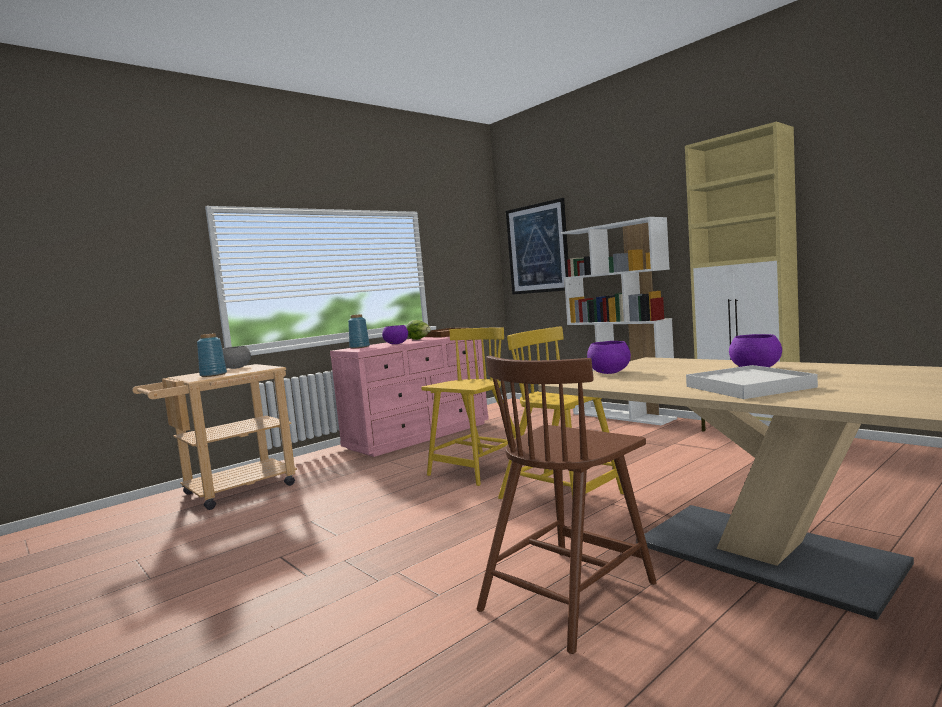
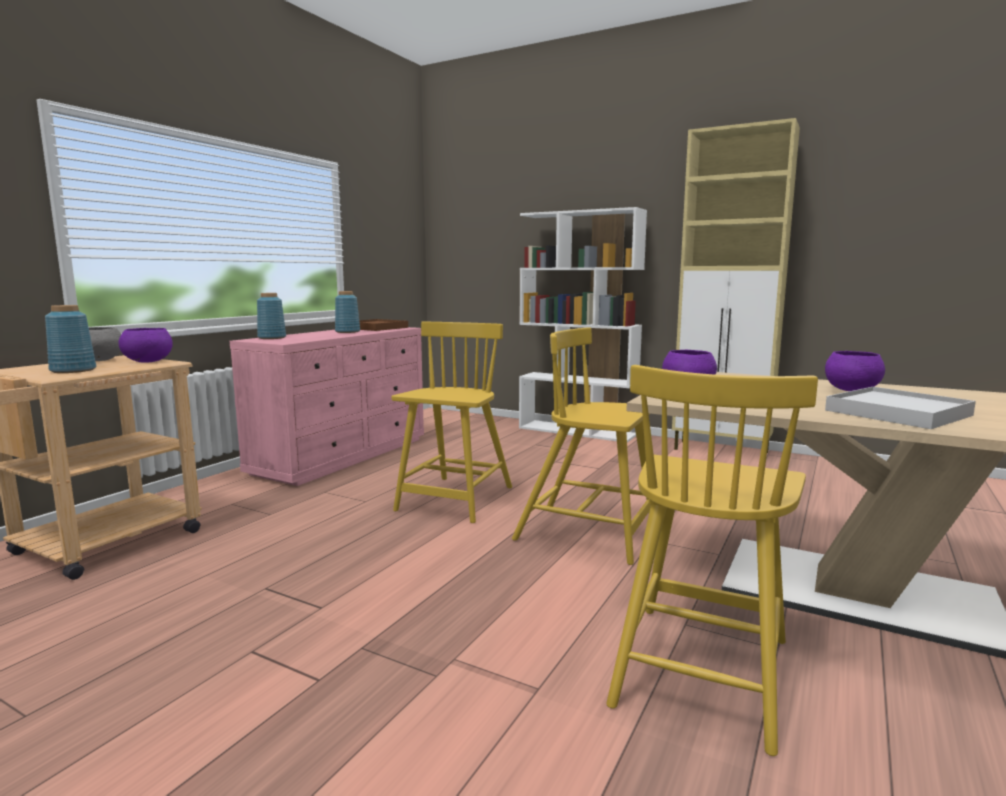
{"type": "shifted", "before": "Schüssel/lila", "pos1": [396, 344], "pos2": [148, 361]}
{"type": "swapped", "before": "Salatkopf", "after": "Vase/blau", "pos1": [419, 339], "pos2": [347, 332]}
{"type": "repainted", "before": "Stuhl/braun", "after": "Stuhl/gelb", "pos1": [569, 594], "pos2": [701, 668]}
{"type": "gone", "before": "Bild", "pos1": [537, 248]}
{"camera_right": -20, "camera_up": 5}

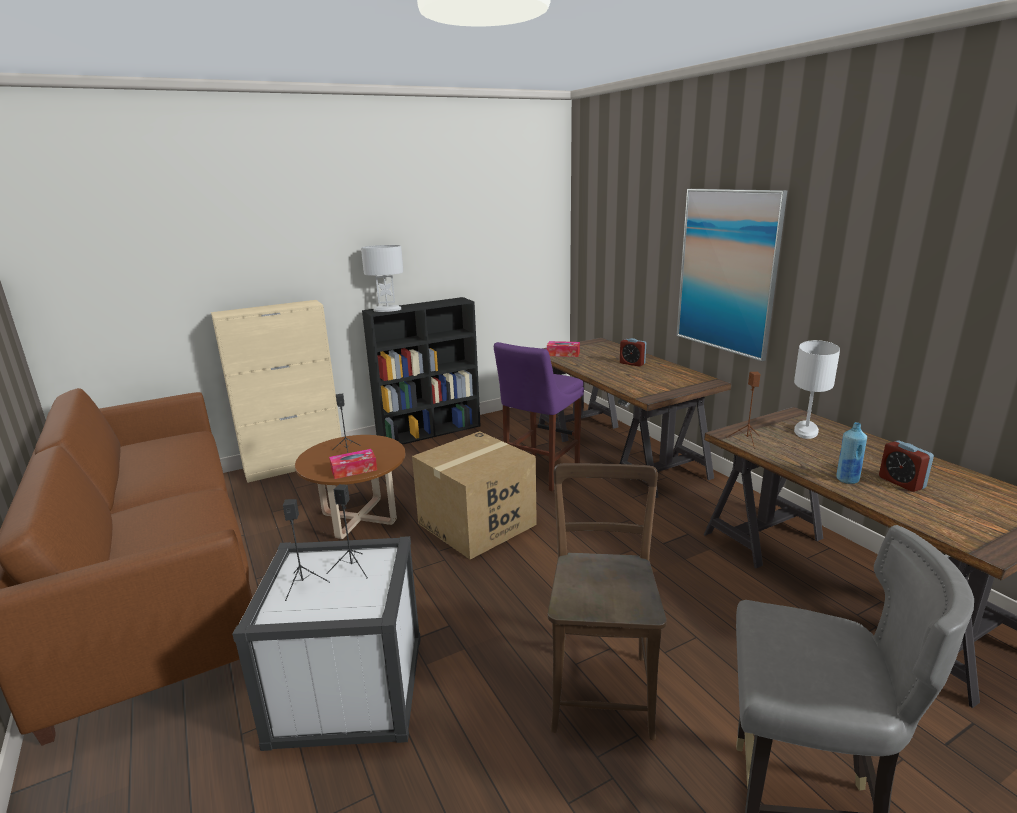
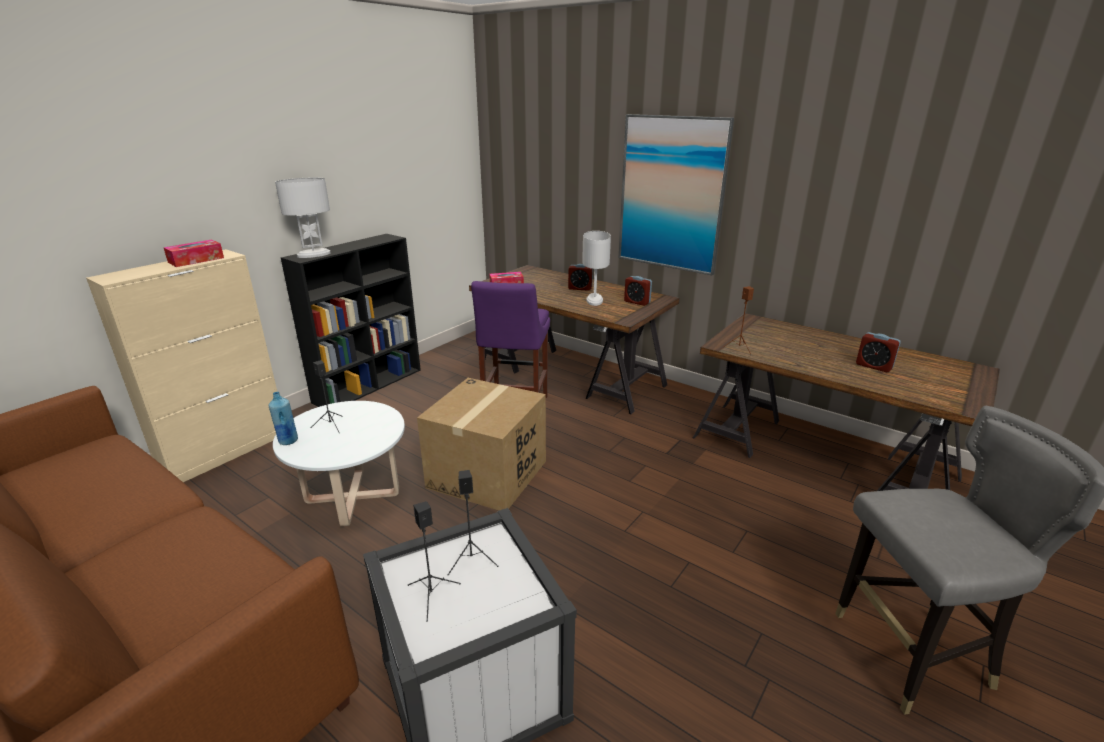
{"type": "repainted", "before": "Couchtisch/braun", "after": "Couchtisch/weiß", "pos1": [359, 518], "pos2": [352, 497]}
{"type": "shifted", "before": "Taschentuchbox", "pos1": [354, 470], "pos2": [196, 260]}
{"type": "gone", "before": "Stuhl/braun", "pos1": [601, 686]}
{"type": "shifted", "before": "Tischlampe/weiß", "pos1": [805, 431], "pos2": [594, 300]}
{"type": "shifted", "before": "Flasche/blau", "pos1": [847, 479], "pos2": [288, 441]}
{"type": "new", "after": "Wecker", "pos2": [637, 302]}
{"camera_right": -25, "camera_up": 5}

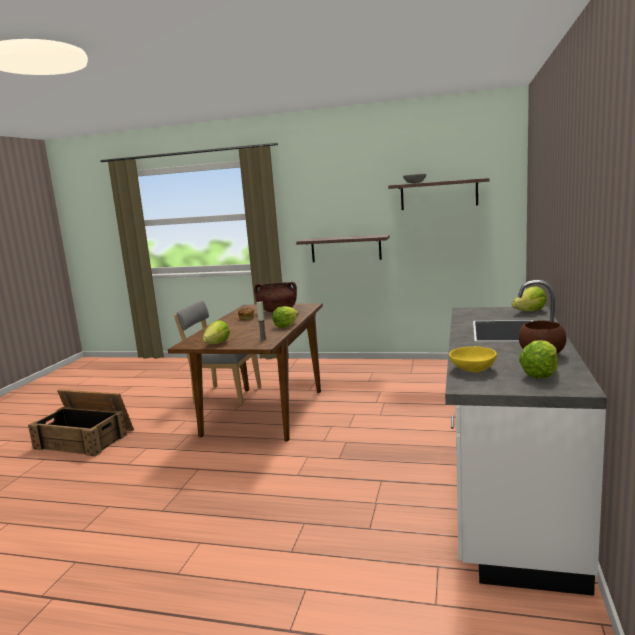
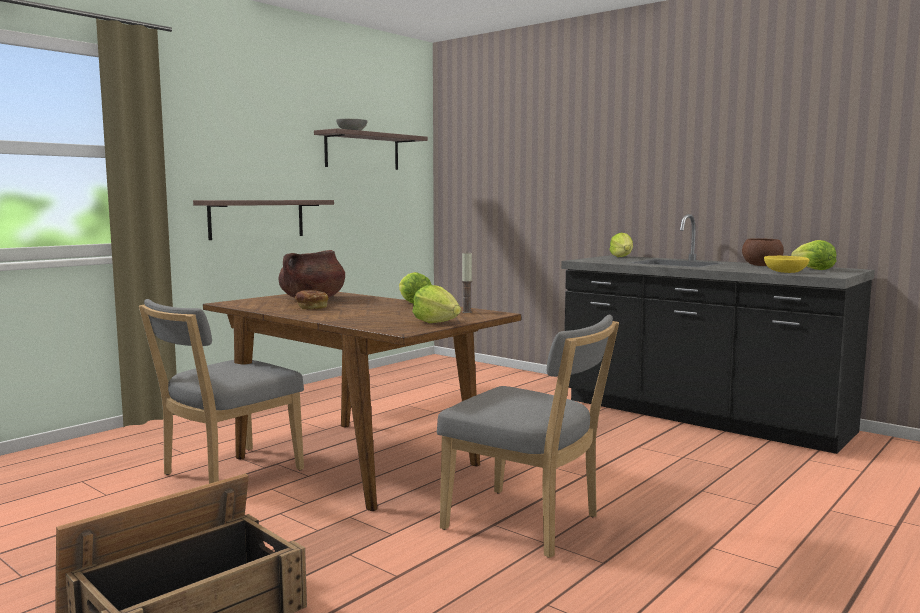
{"type": "repainted", "before": "Küchenzeile/weiß", "after": "Küchenzeile/schwarz", "pos1": [507, 491], "pos2": [700, 417]}
{"type": "new", "after": "Stuhl/grau", "pos2": [528, 524]}
{"camera_right": -65, "camera_up": -5}

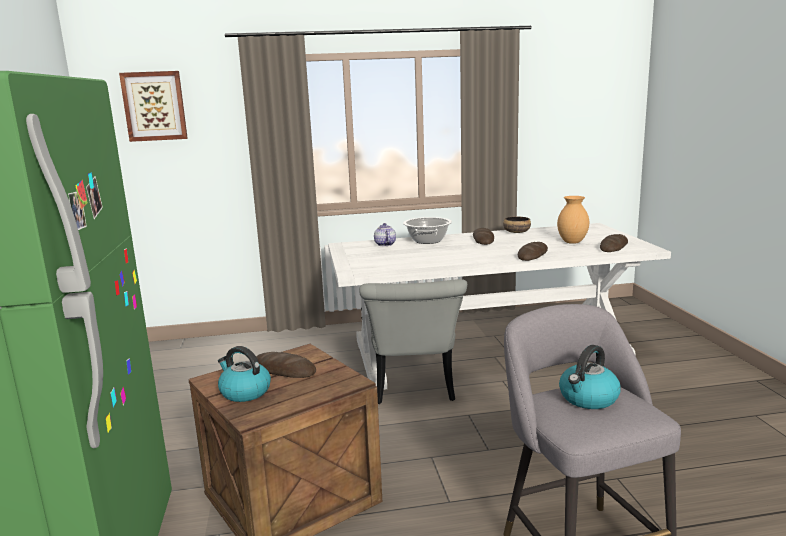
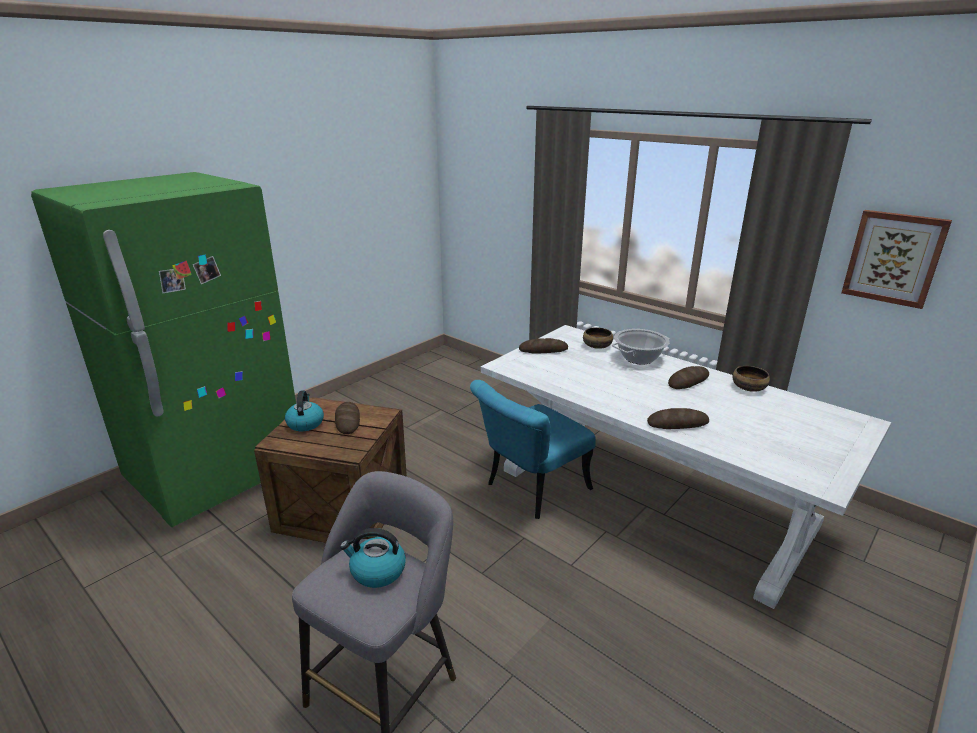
{"type": "shifted", "before": "Bild", "pos1": [154, 106], "pos2": [893, 258]}
{"type": "repainted", "before": "Stuhl/grau", "after": "Stuhl/türkis", "pos1": [414, 390], "pos2": [530, 490]}
{"type": "swapped", "before": "Teekanne", "after": "Schüssel", "pos1": [384, 244], "pos2": [596, 346]}
{"type": "gone", "before": "Vase/braun", "pos1": [573, 242]}
{"type": "shifted", "before": "Brot", "pos1": [613, 247], "pos2": [543, 350]}
{"camera_right": 50, "camera_up": 10}

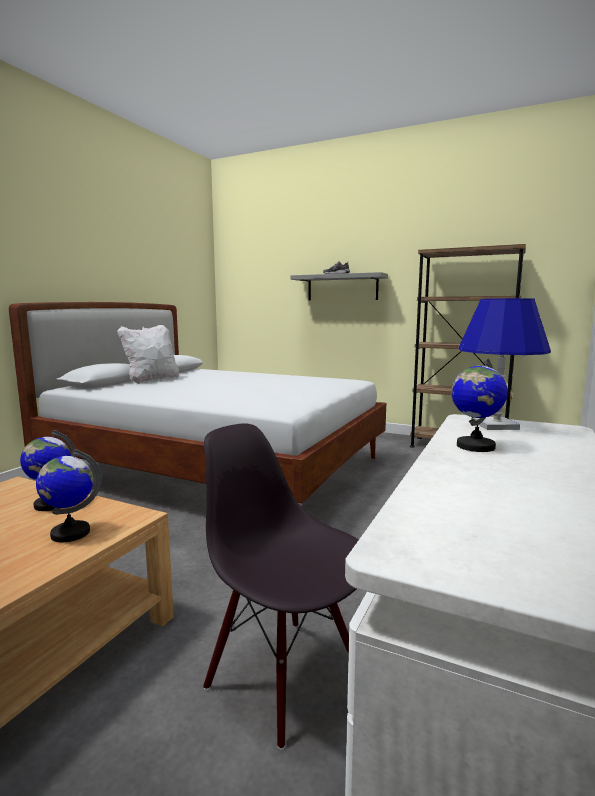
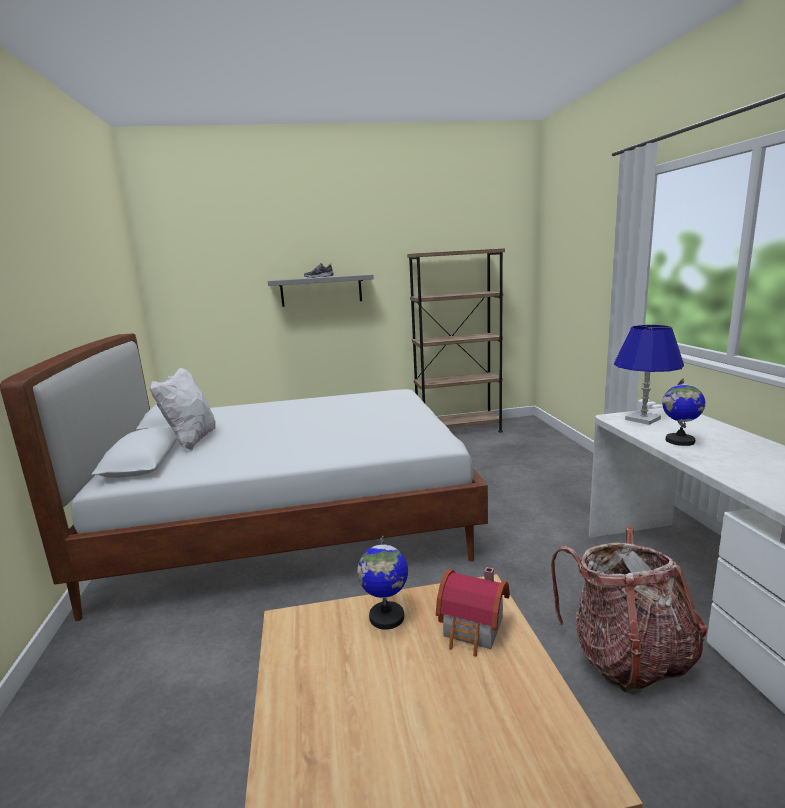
{"type": "swapped", "before": "Globus", "after": "Spielzeughaus", "pos1": [70, 533], "pos2": [474, 630]}
{"type": "swapped", "before": "Stuhl/schwarz", "after": "Rucksack", "pos1": [285, 677], "pos2": [626, 657]}
{"camera_right": -35, "camera_up": 5}

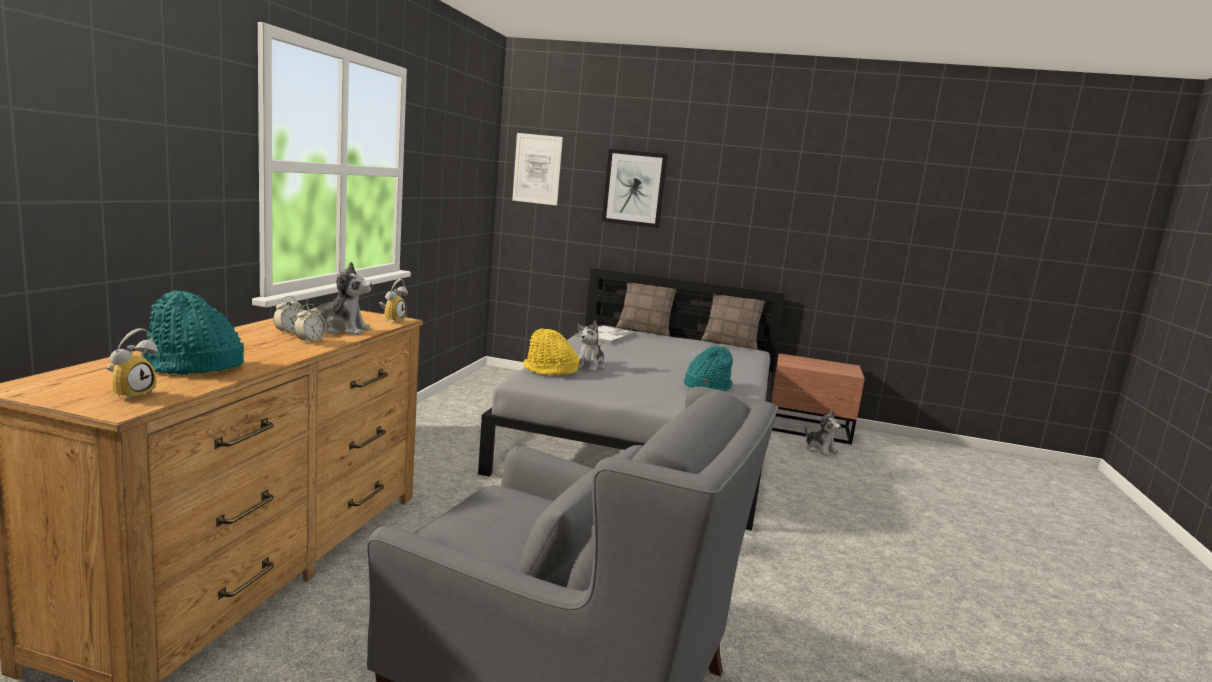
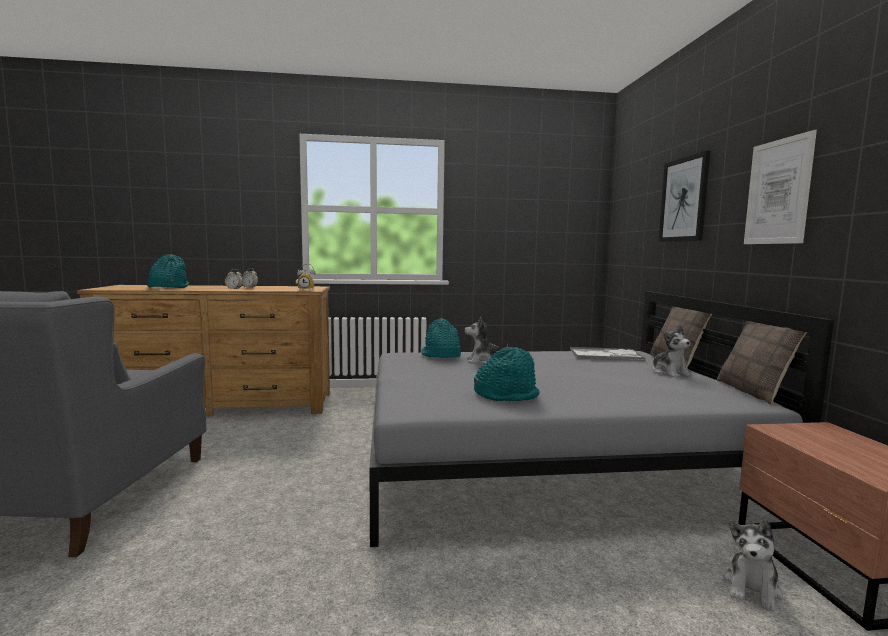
{"type": "gone", "before": "Wecker", "pos1": [131, 394]}
{"type": "shifted", "before": "Plüschtier", "pos1": [341, 329], "pos2": [670, 373]}
{"type": "shifted", "before": "Bild", "pos1": [537, 169], "pos2": [778, 192]}
{"type": "repainted", "before": "Hut/gelb", "after": "Hut/türkis", "pos1": [550, 370], "pos2": [441, 355]}
{"camera_right": 70, "camera_up": -5}

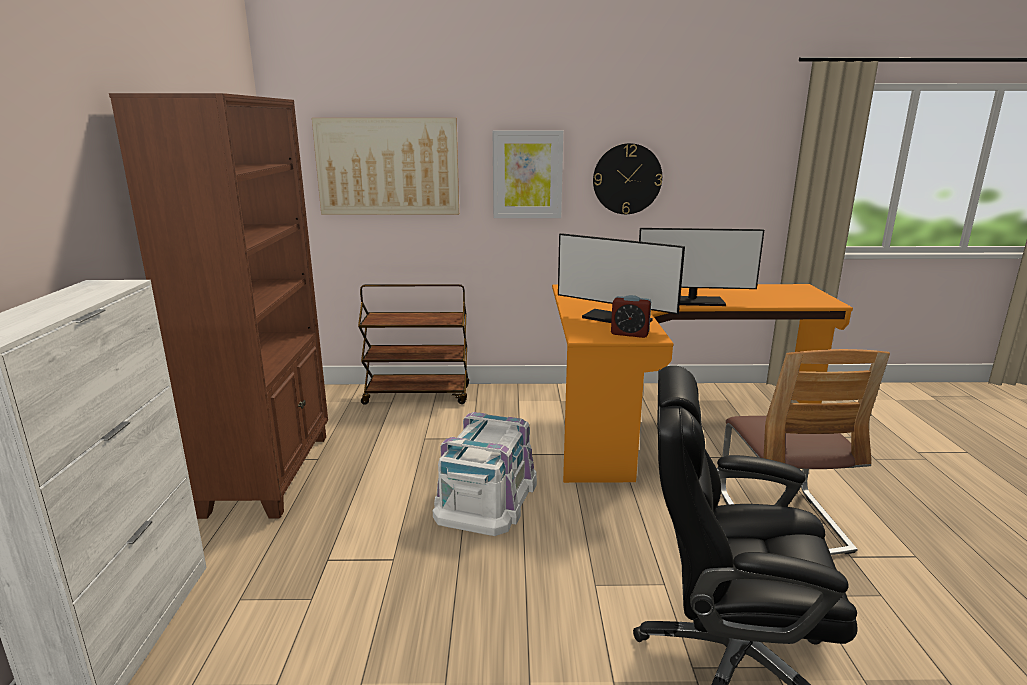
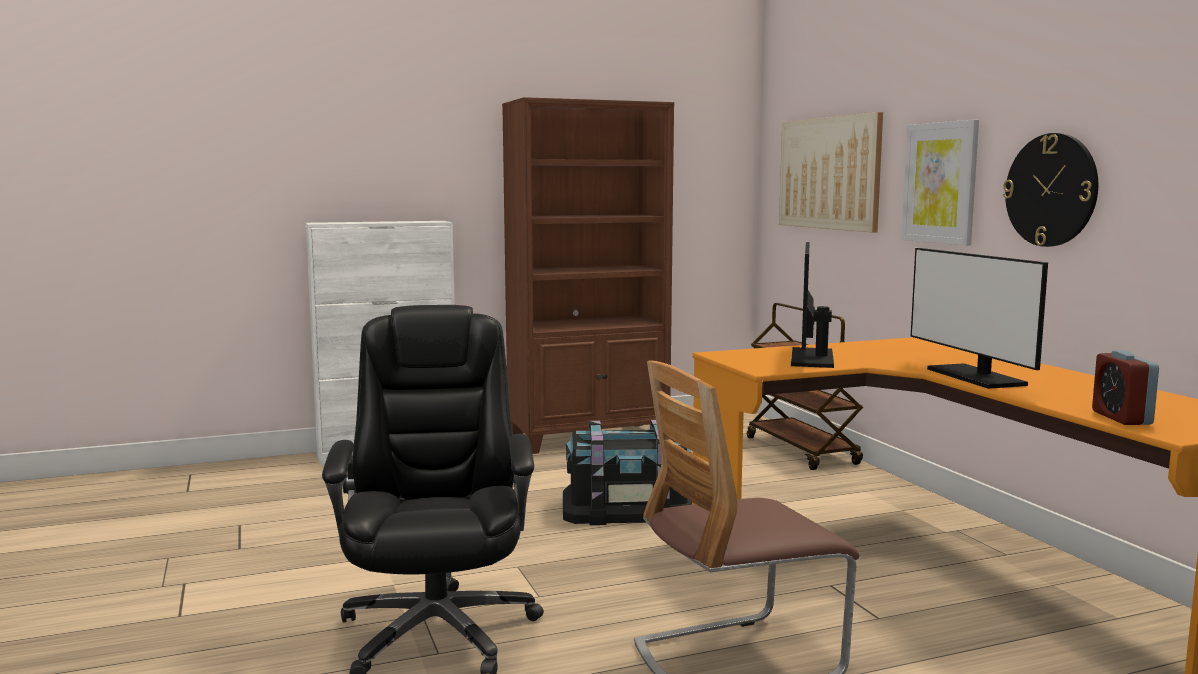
{"type": "repainted", "before": "Aufbewahrungsbox/weiß", "after": "Aufbewahrungsbox/schwarz", "pos1": [486, 496], "pos2": [627, 507]}
{"type": "shifted", "before": "Wecker", "pos1": [629, 334], "pos2": [1121, 418]}
{"camera_right": 70, "camera_up": -10}

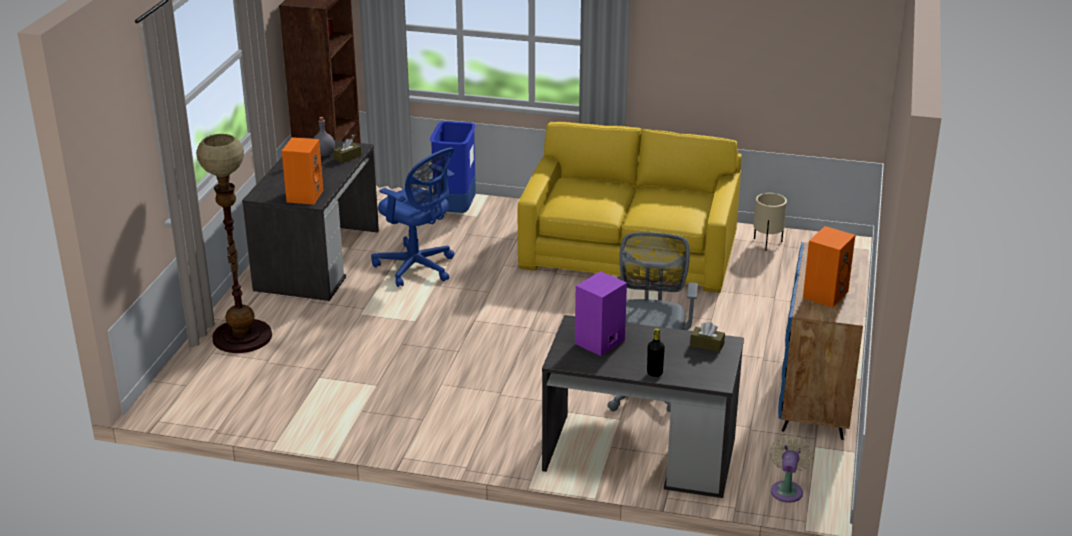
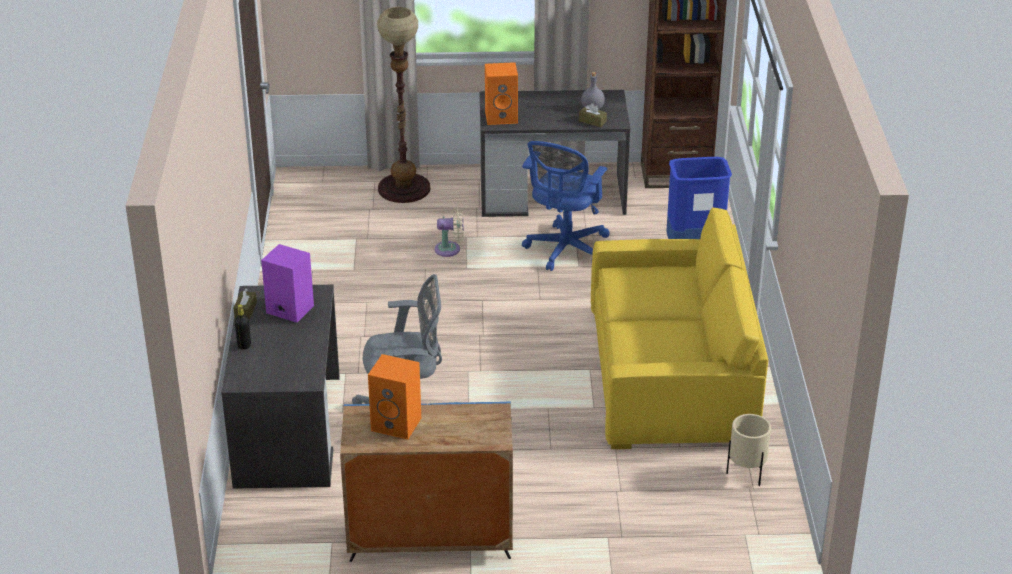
{"type": "shifted", "before": "Taschentuchbox/braun", "pos1": [707, 345], "pos2": [245, 310]}
{"type": "shifted", "before": "Ventilator/beige", "pos1": [787, 489], "pos2": [450, 249]}
{"camera_right": 75, "camera_up": 5}

